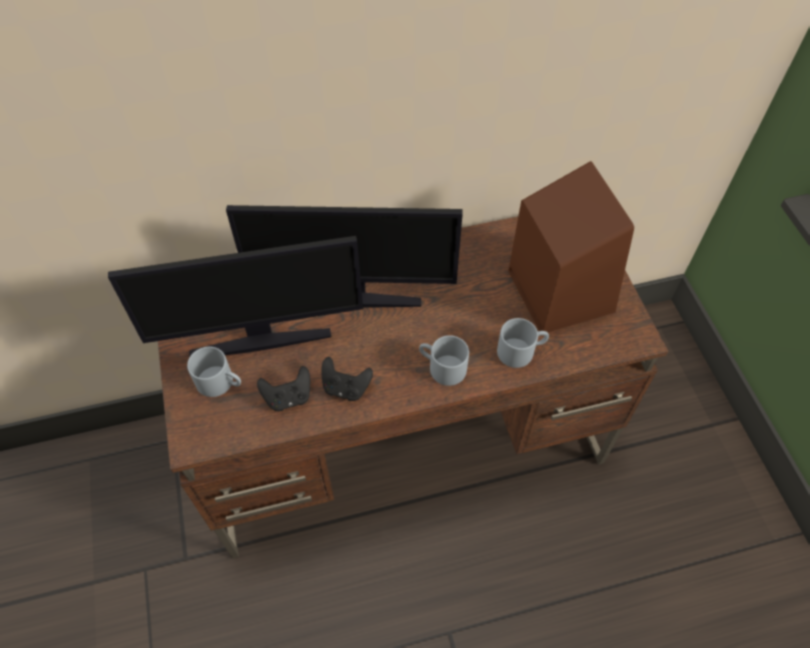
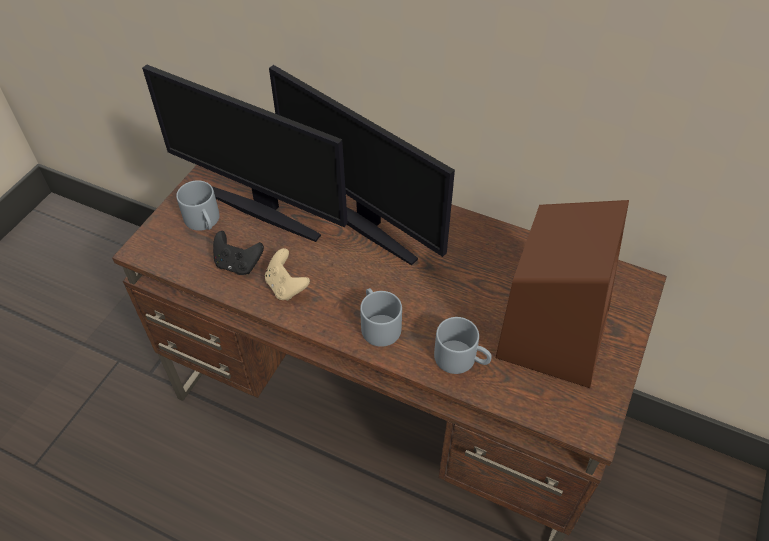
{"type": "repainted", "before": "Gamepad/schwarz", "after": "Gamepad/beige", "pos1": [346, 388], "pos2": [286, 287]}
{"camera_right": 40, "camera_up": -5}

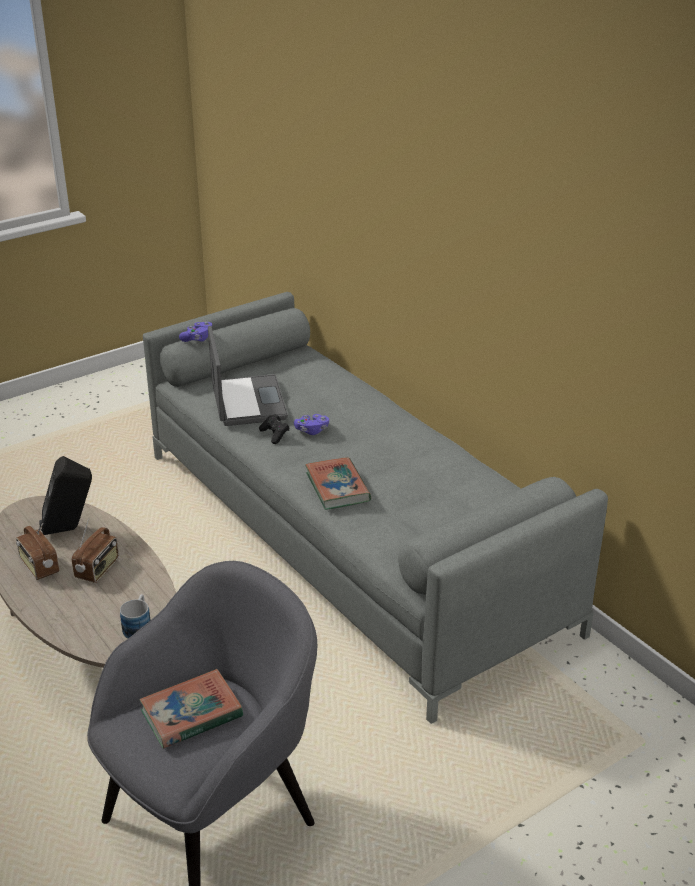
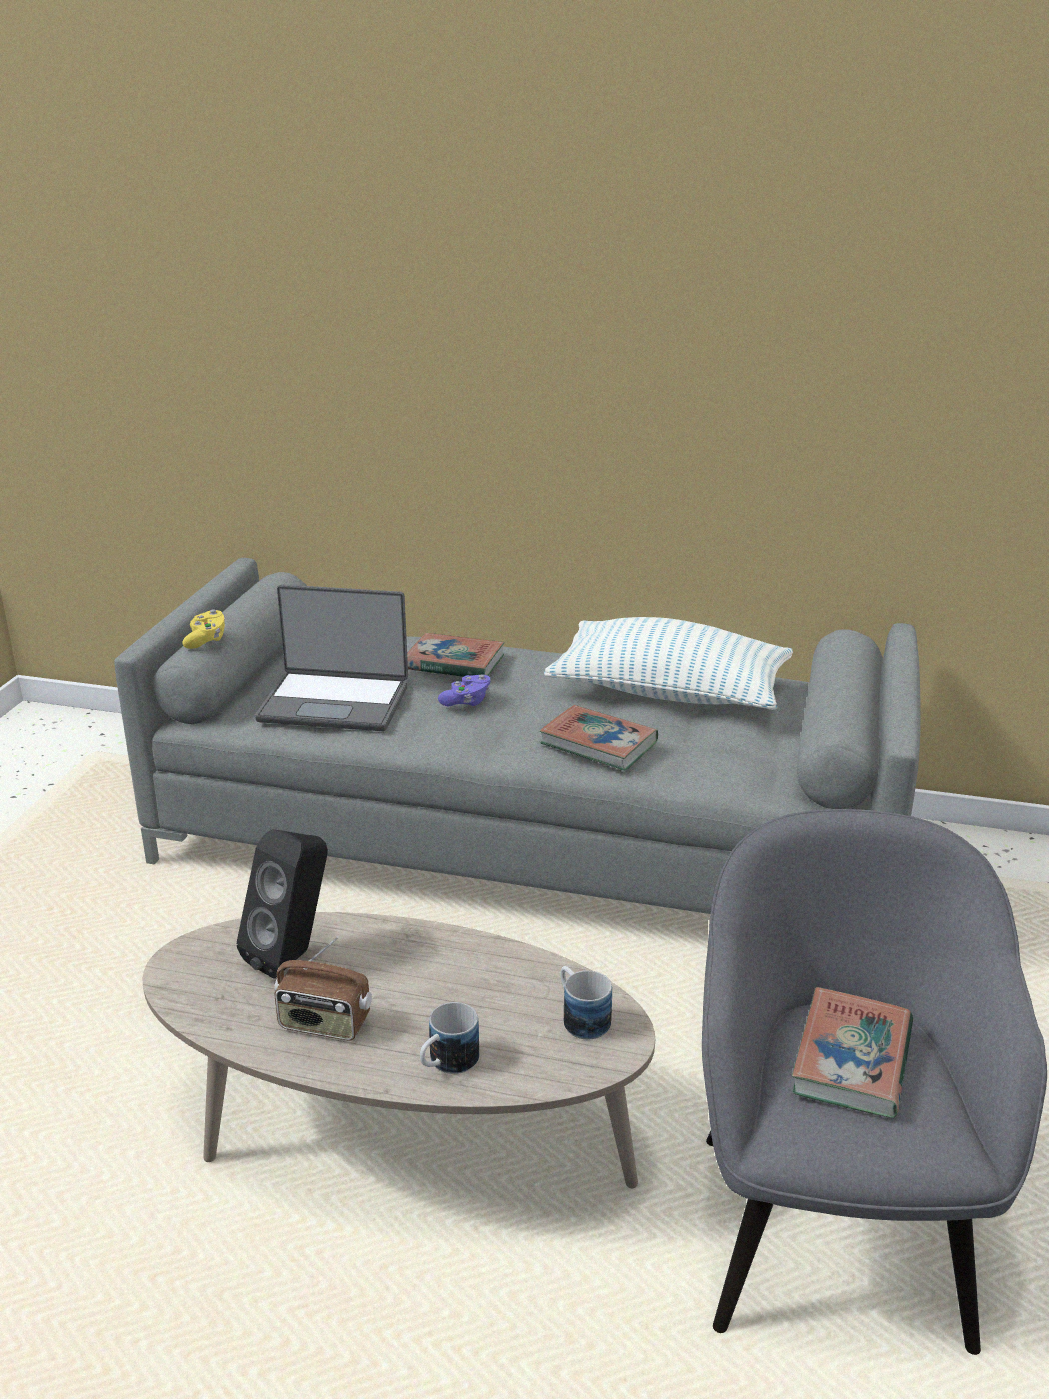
{"type": "gone", "before": "Radio", "pos1": [98, 570]}
{"type": "repainted", "before": "Gamepad/lila", "after": "Gamepad/gelb", "pos1": [197, 338], "pos2": [206, 640]}
{"type": "rotated", "before": "Laptop", "pos1": [246, 402], "pos2": [335, 702], "turn": 150}
{"type": "gone", "before": "Gamepad/schwarz", "pos1": [275, 435]}
{"type": "new", "after": "Buch", "pos2": [454, 663]}
{"type": "new", "after": "Henkelbecher", "pos2": [447, 1064]}
{"type": "new", "after": "Kissen", "pos2": [669, 693]}
{"camera_right": -40, "camera_up": -5}

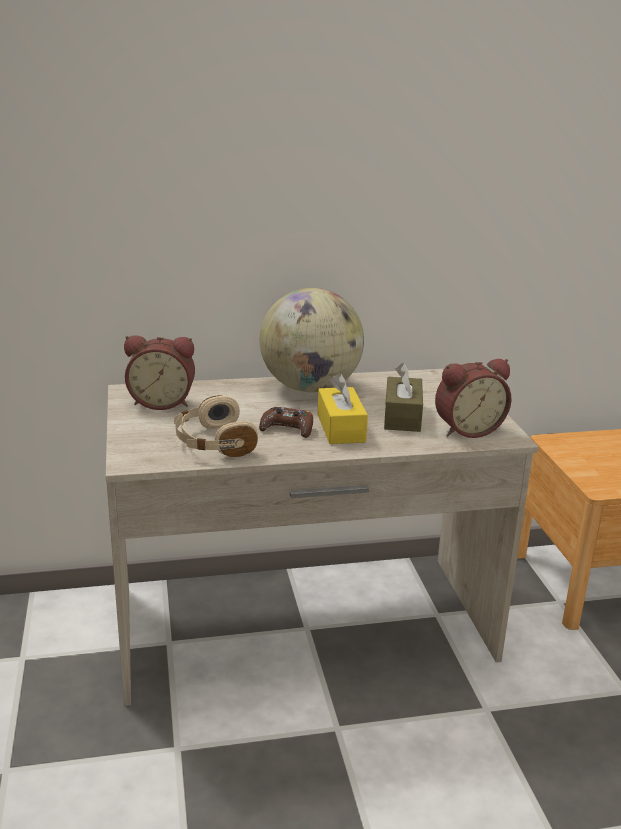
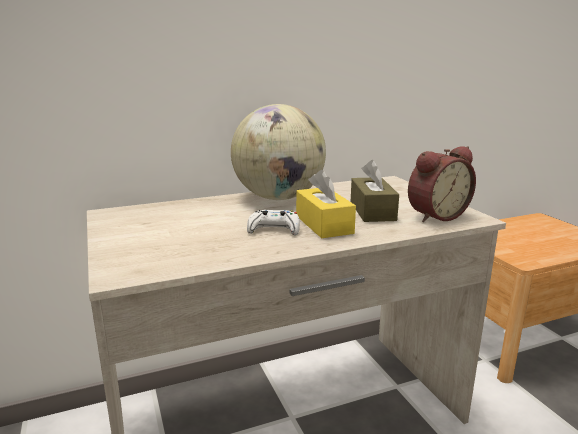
{"type": "gone", "before": "Wecker", "pos1": [162, 402]}
{"type": "gone", "before": "Kopfhörer/beige", "pos1": [213, 443]}
{"type": "repainted", "before": "Gamepad/braun", "after": "Gamepad/weiß", "pos1": [287, 429], "pos2": [274, 229]}
{"camera_right": -10, "camera_up": -5}

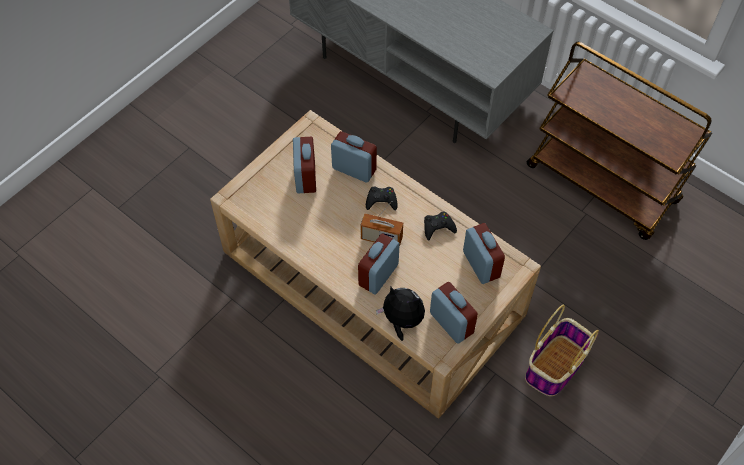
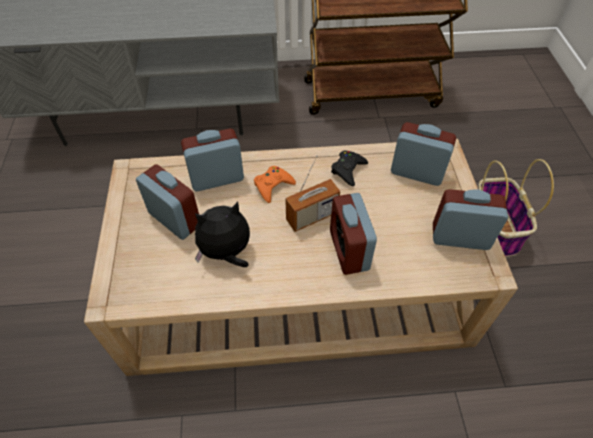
{"type": "repainted", "before": "Gamepad/schwarz", "after": "Gamepad/orange", "pos1": [381, 200], "pos2": [273, 186]}
{"type": "shifted", "before": "Plüschtier", "pos1": [402, 321], "pos2": [226, 253]}
{"camera_right": -45, "camera_up": -5}

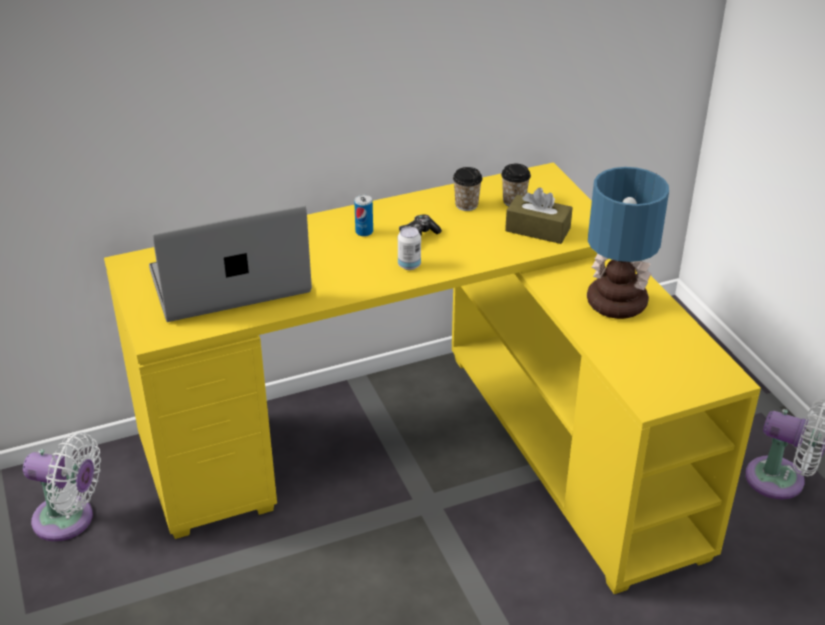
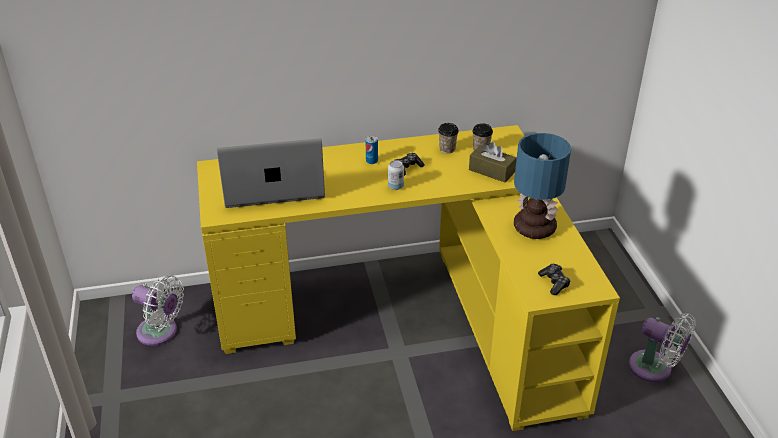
{"type": "new", "after": "Gamepad", "pos2": [554, 283]}
{"camera_right": 10, "camera_up": 0}

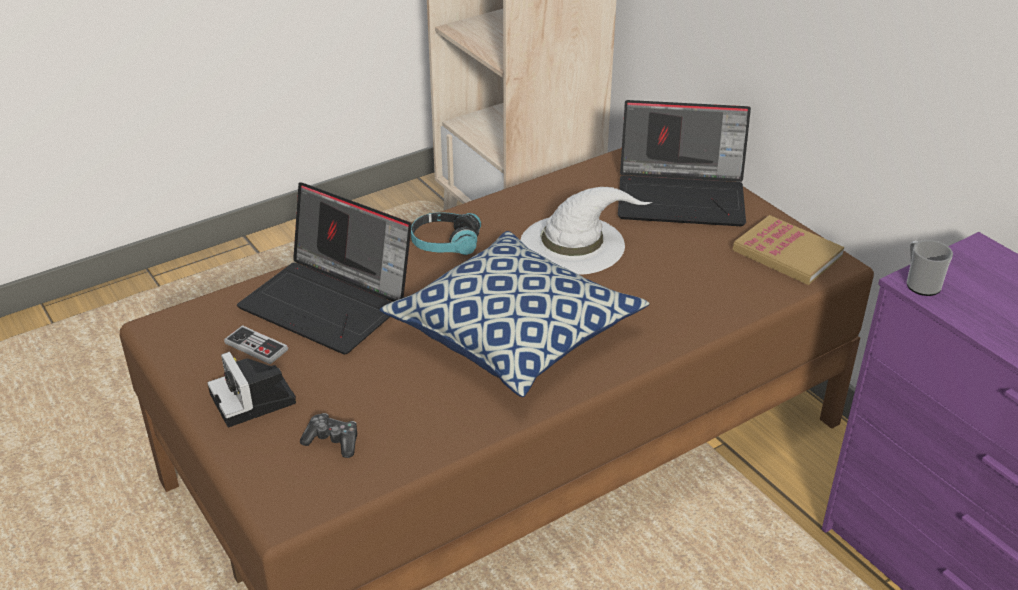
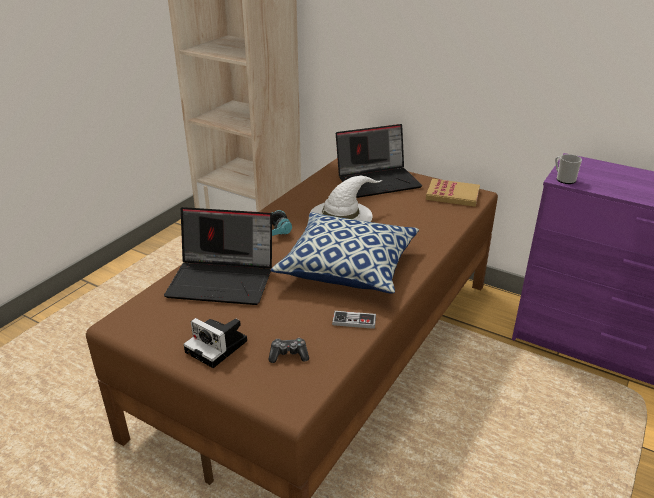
{"type": "shifted", "before": "Gamepad", "pos1": [256, 346], "pos2": [354, 321]}
{"camera_right": -25, "camera_up": -5}

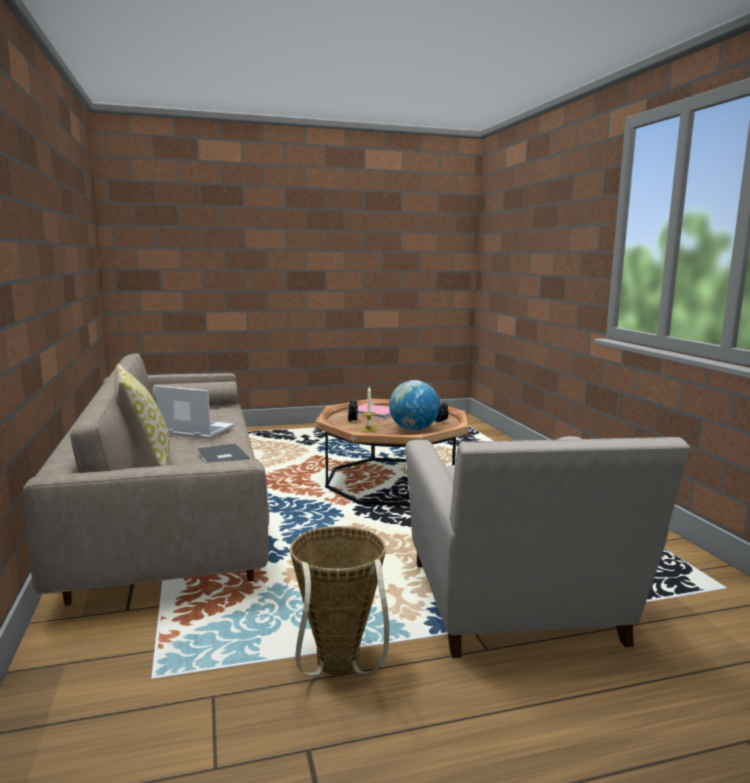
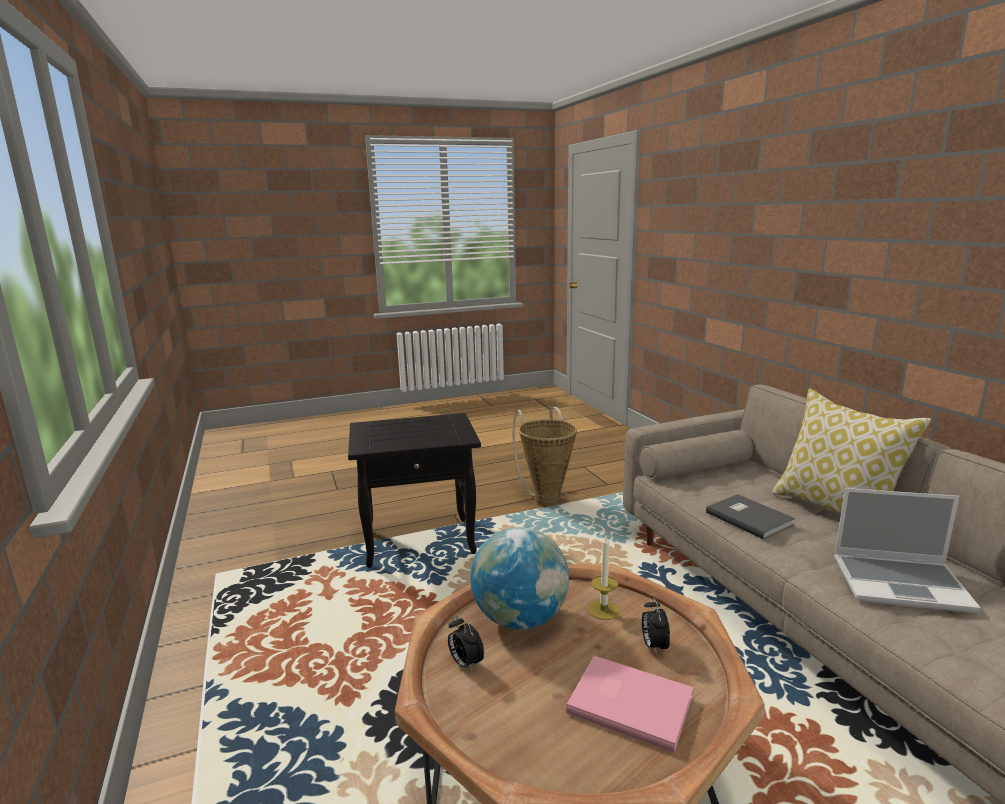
{"type": "swapped", "before": "Sessel/beige", "after": "Beistelltisch/schwarz", "pos1": [517, 608], "pos2": [421, 541]}
{"camera_right": 175, "camera_up": 5}

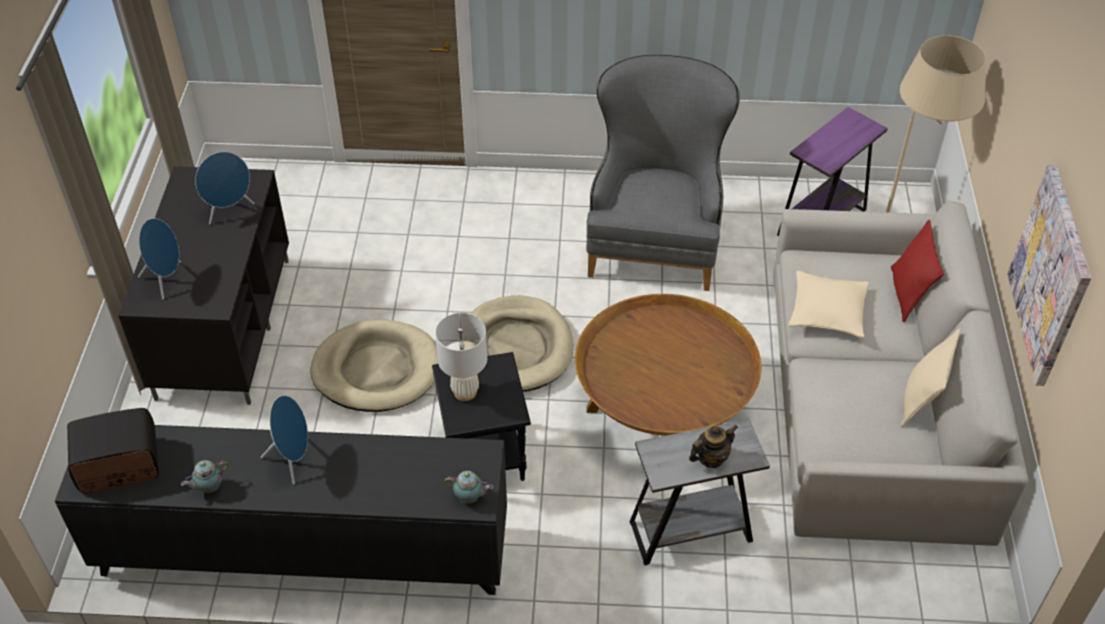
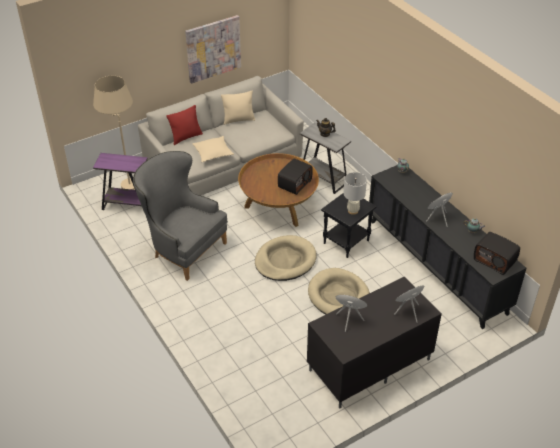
{"type": "rotated", "before": "Sessel/grau", "pos1": [655, 242], "pos2": [183, 248], "turn": 60}
{"type": "new", "after": "Radio", "pos2": [294, 183]}
{"camera_right": -125, "camera_up": -5}

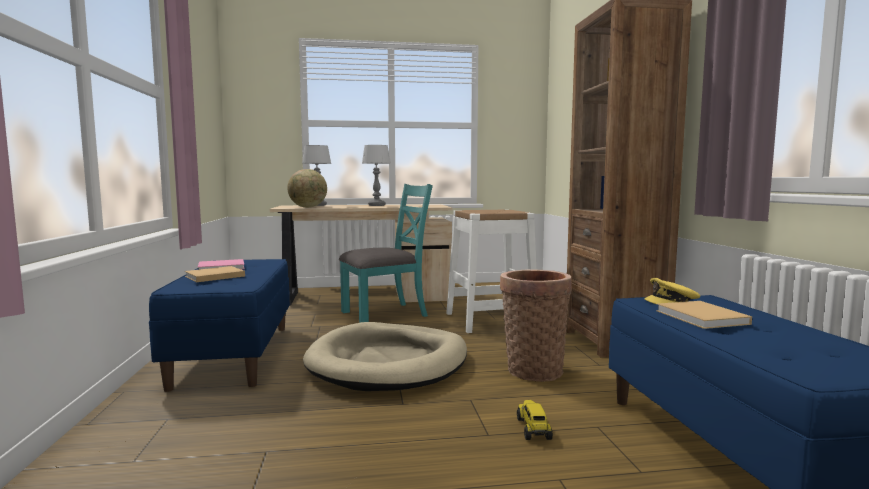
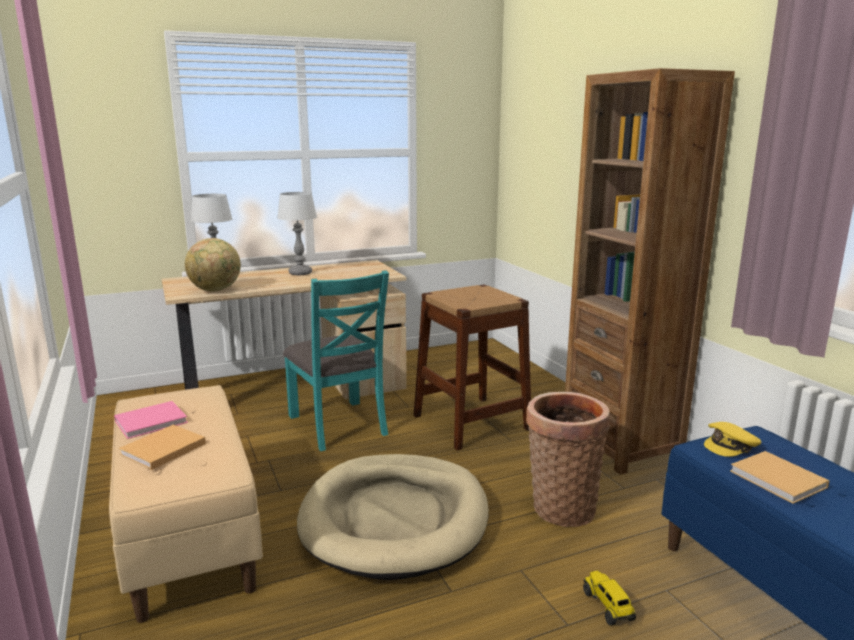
{"type": "repainted", "before": "Bank/blau", "after": "Bank/beige", "pos1": [233, 354], "pos2": [187, 534]}
{"type": "rotated", "before": "Stuhl/türkis", "pos1": [385, 314], "pos2": [339, 425], "turn": 105}
{"type": "repainted", "before": "Hocker/weiß", "after": "Hocker/braun", "pos1": [490, 320], "pos2": [471, 422]}
{"camera_right": -15, "camera_up": 10}

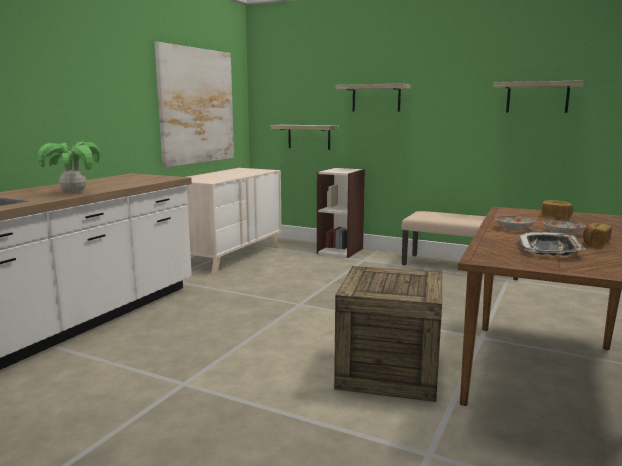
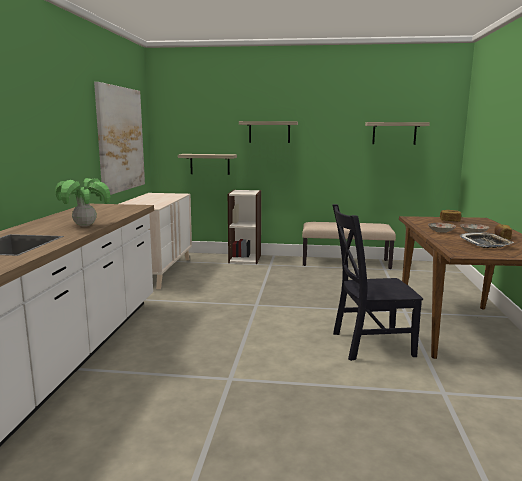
{"type": "swapped", "before": "Kiste", "after": "Stuhl/schwarz", "pos1": [389, 371], "pos2": [368, 344]}
{"camera_right": -20, "camera_up": 0}

